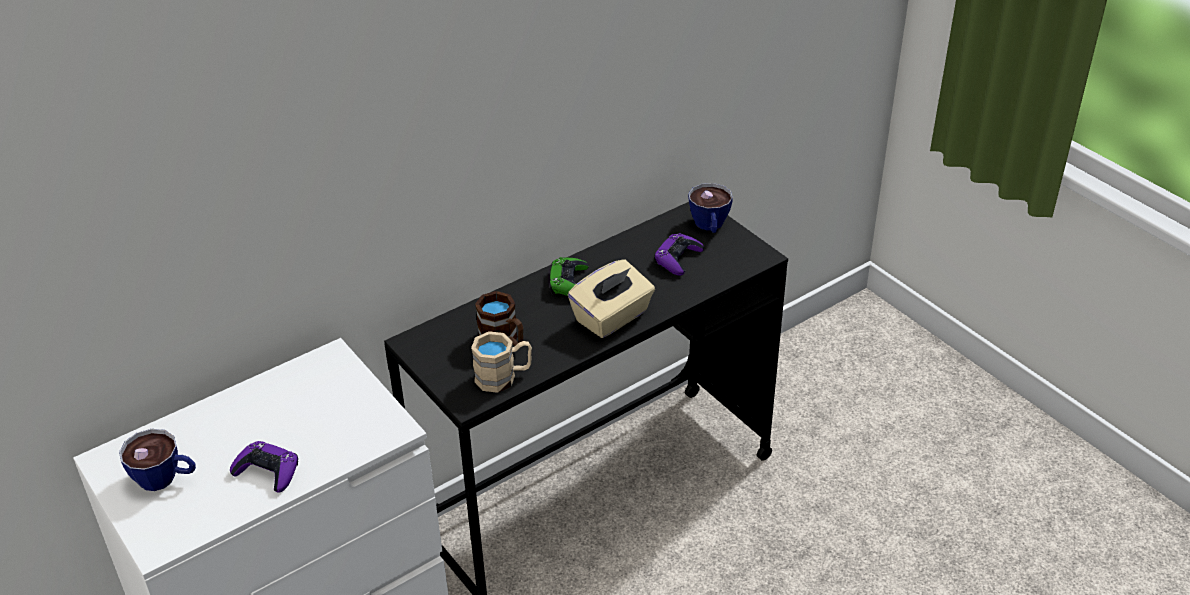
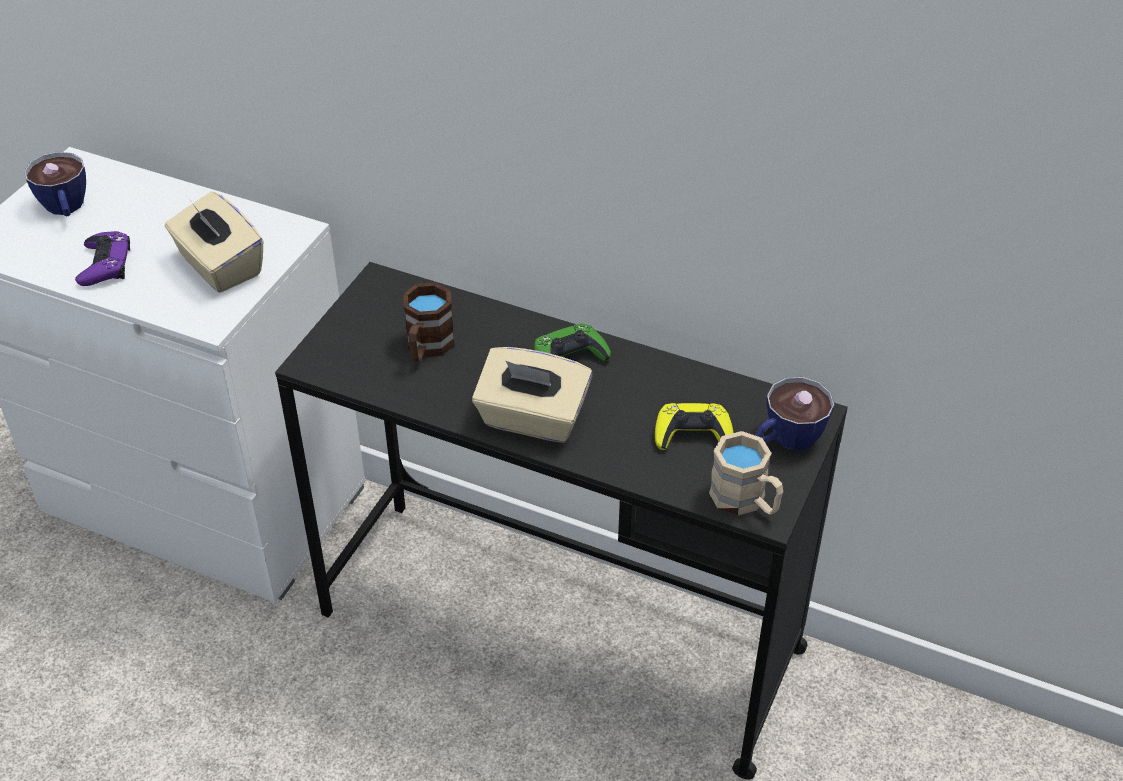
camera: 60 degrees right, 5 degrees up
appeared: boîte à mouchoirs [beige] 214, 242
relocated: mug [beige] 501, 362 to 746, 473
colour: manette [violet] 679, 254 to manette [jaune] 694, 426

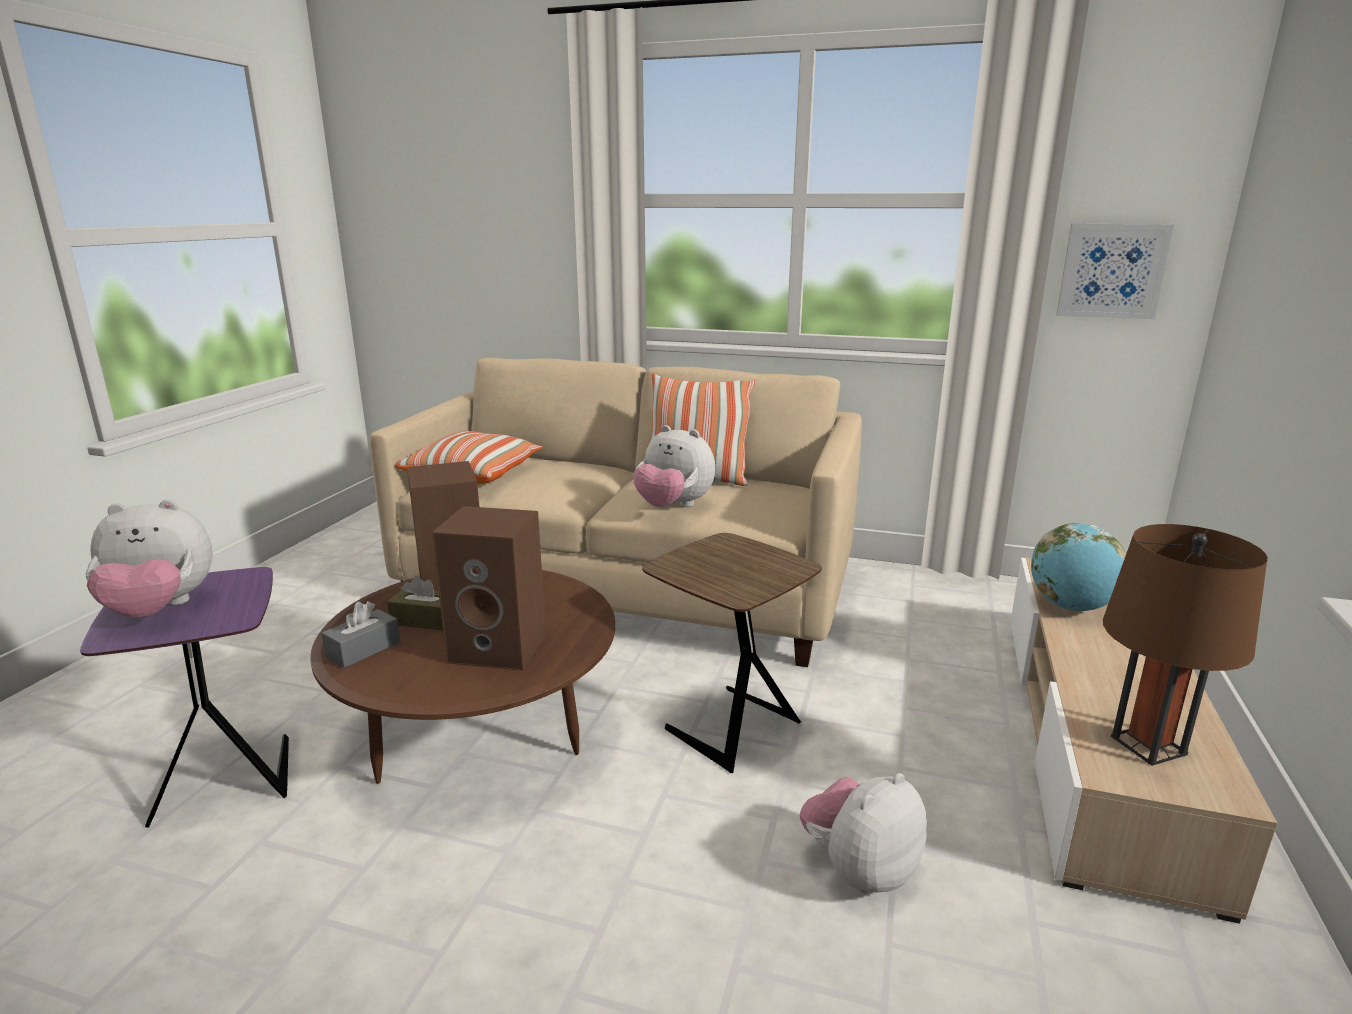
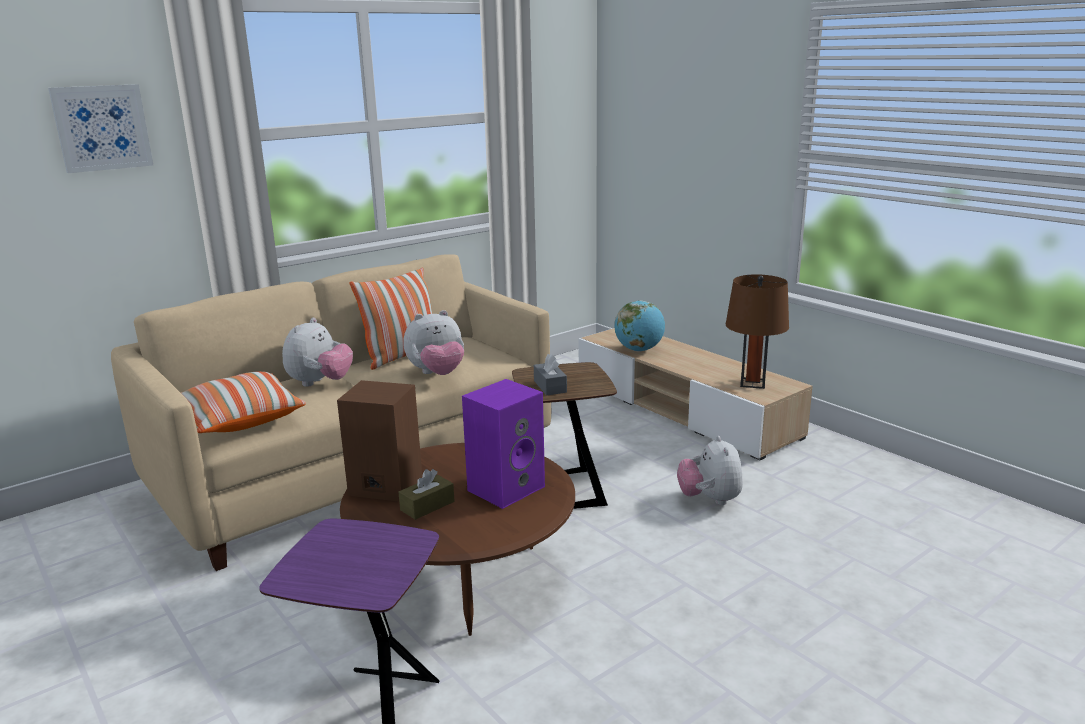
camera: 55 degrees left, 0 degrees up
relocated: peluche 149, 558 to 317, 352; boîte à mouchoirs [gris] 360, 634 to 550, 375; tableau 1115, 271 to 100, 128
colour: enceinte [marron] 489, 588 to enceinte [violet] 503, 444

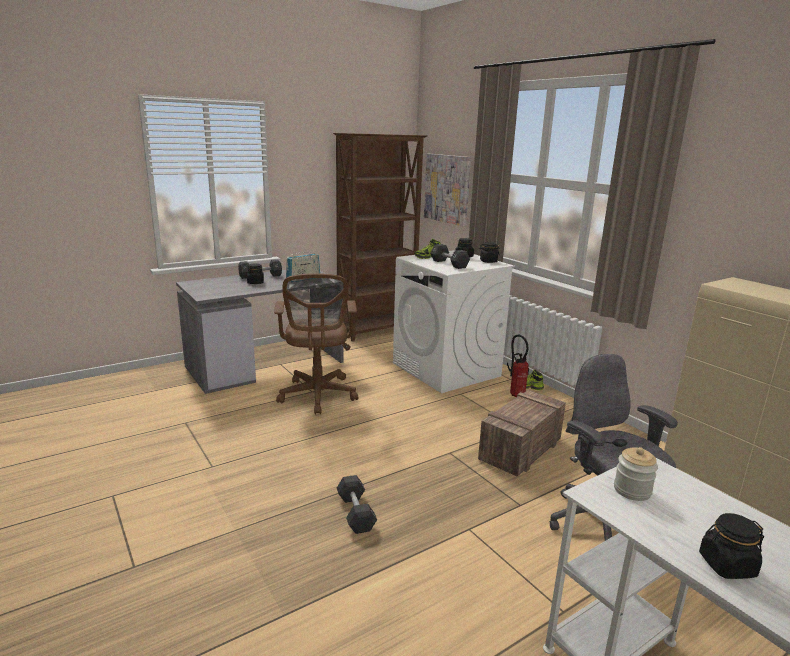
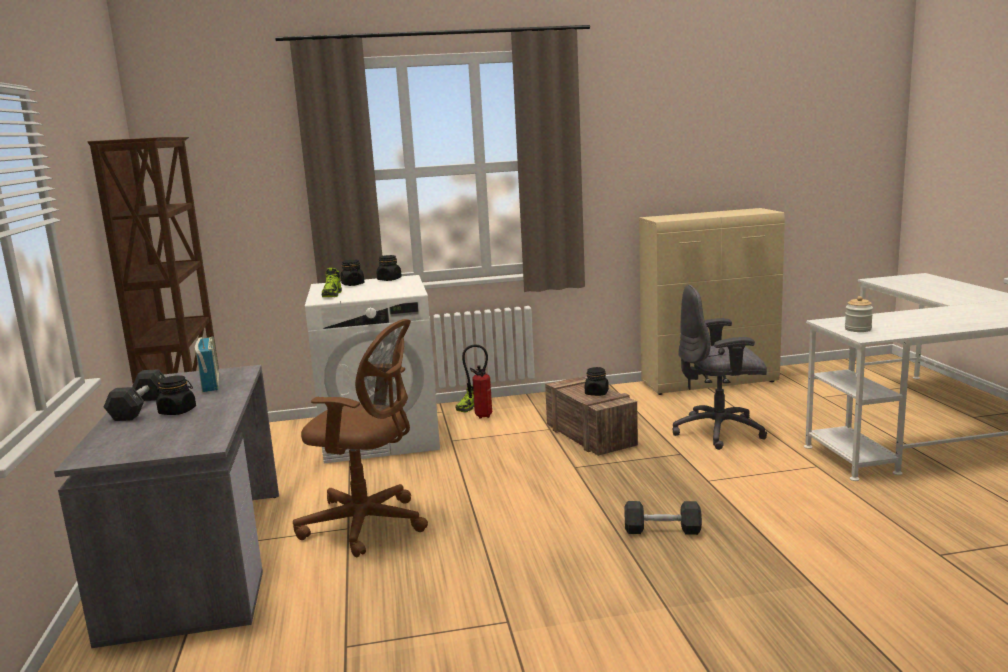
camera: 65 degrees left, 5 degrees down
missing: tableau 447, 190; haltère [noir] 450, 256
relocated: bocal [noir] 731, 546 to 597, 381

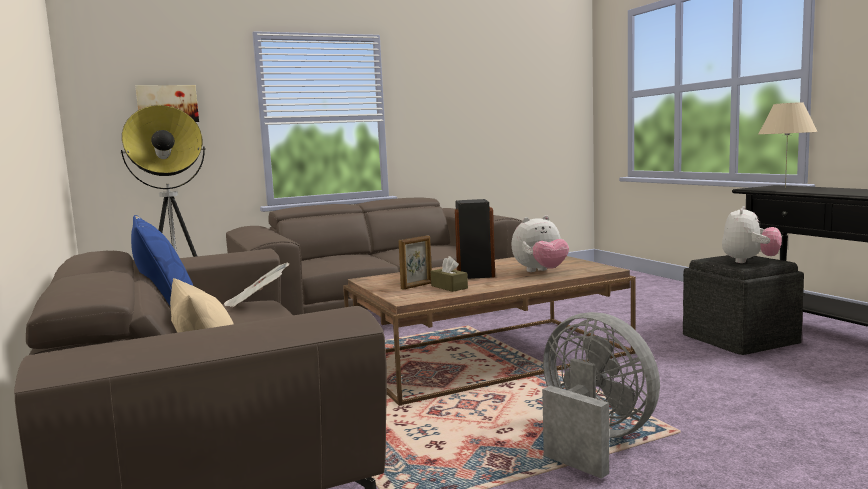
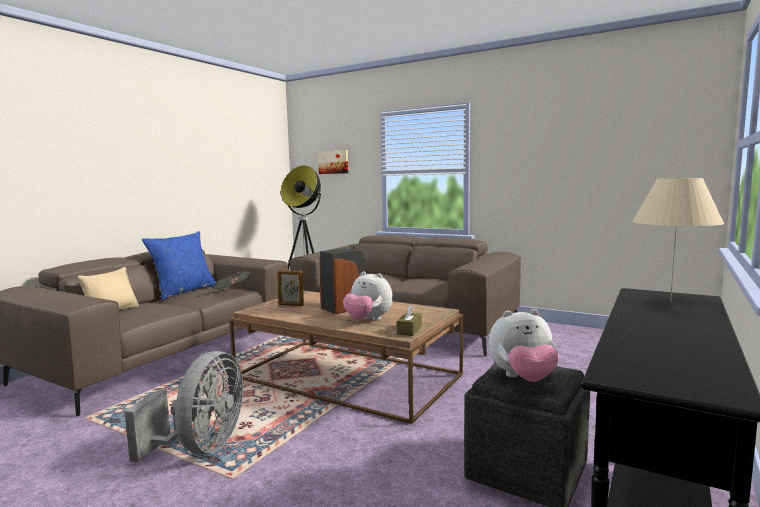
camera: 55 degrees right, 0 degrees up
relocated: boîte à mouchoirs [marron] 449, 274 to 409, 320

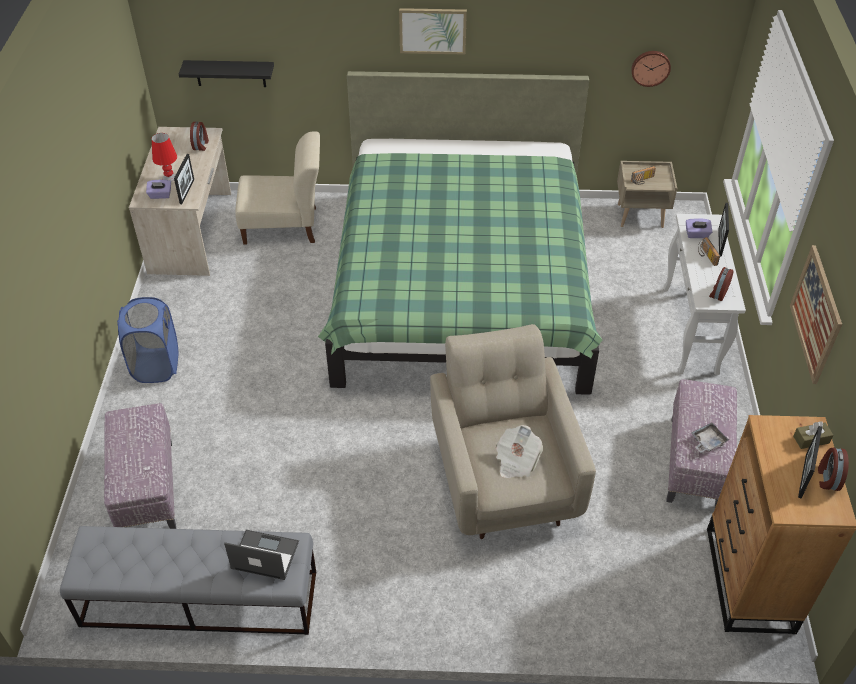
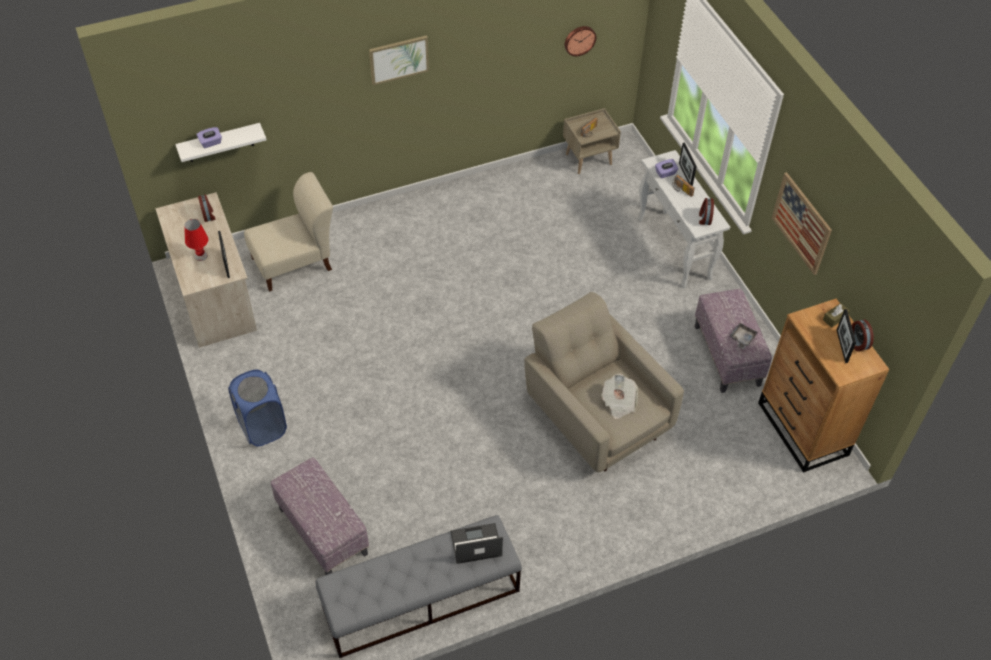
camera: 25 degrees left, 5 degrees up
missing: lit [vert] 460, 233
relocated: boîte à mouchoirs [violet] 158, 189 to 209, 137
colour: étagère [noir] 226, 73 to étagère [blanc] 221, 142

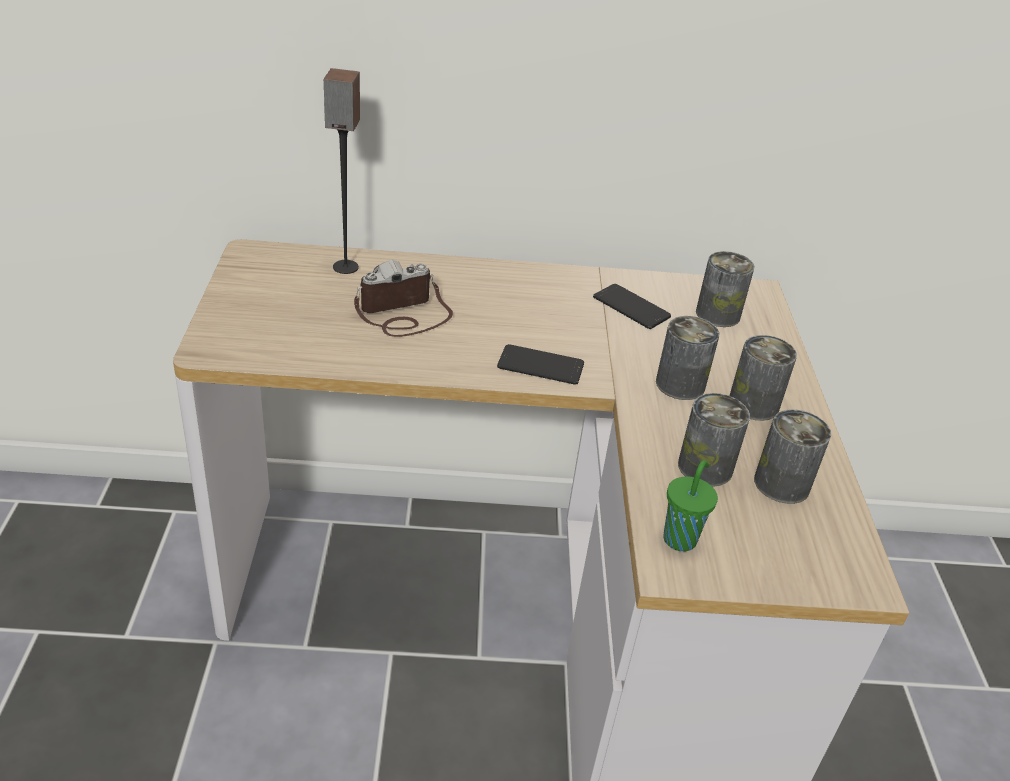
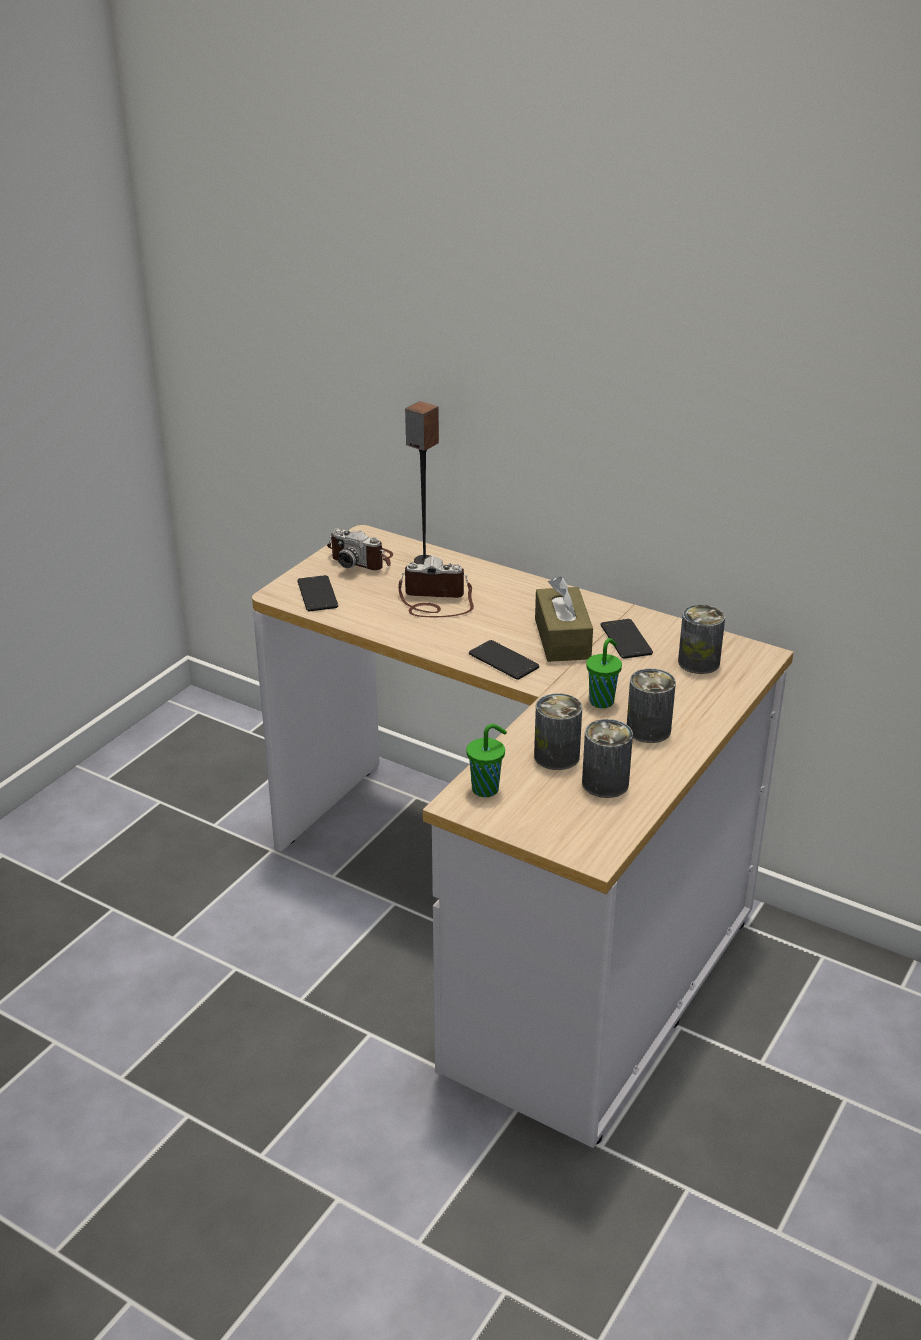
camera: 35 degrees right, 5 degrees down
appeared: téléphone 317, 593; appareil photo 360, 549; boîte à mouchoirs [marron] 564, 619
exchanged: boîte métallique 687, 358 to tasse [vert] 604, 673

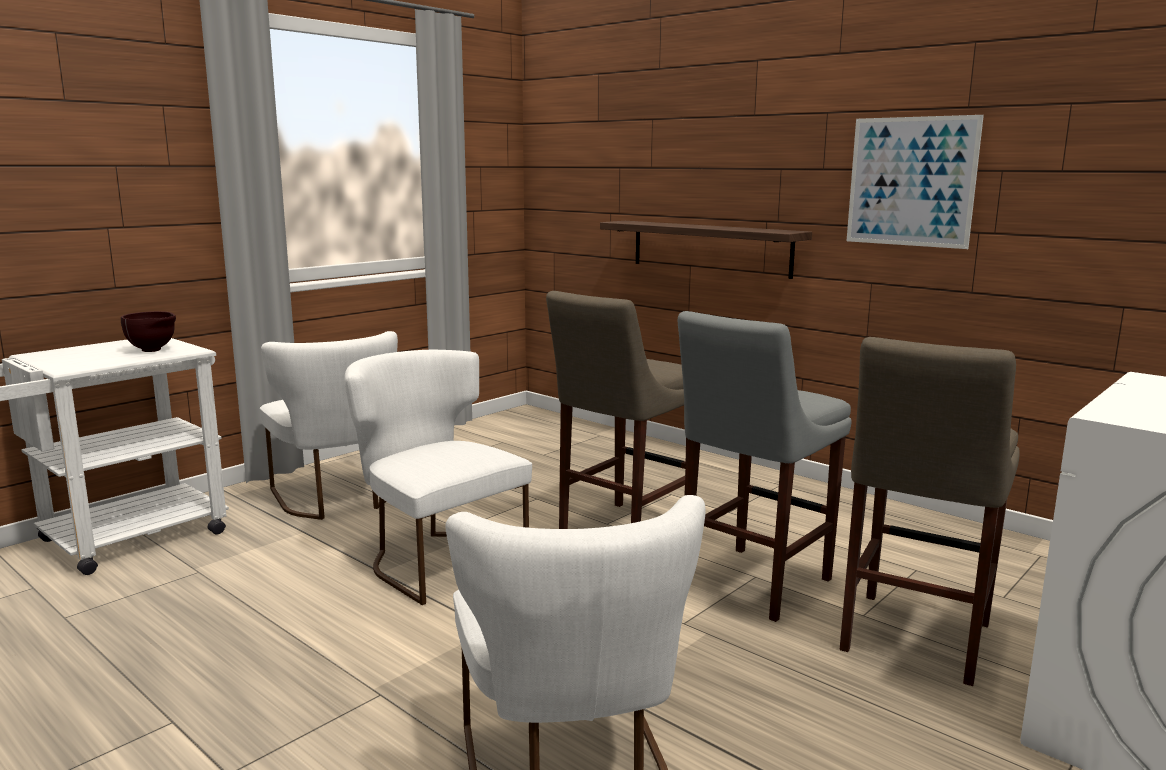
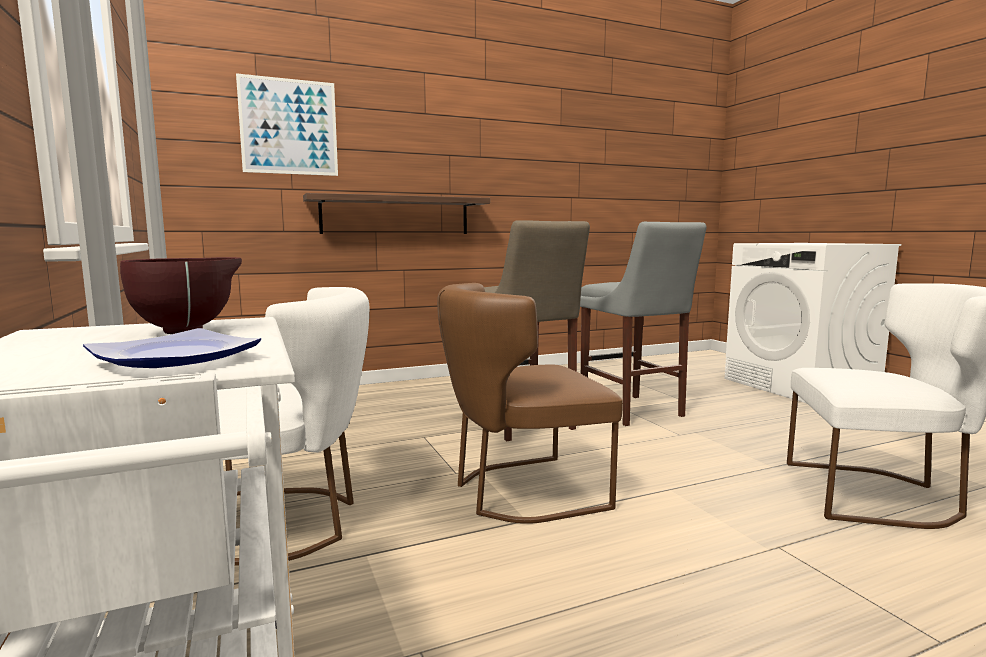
camera: 65 degrees left, 5 degrees down
missing: tabouret [beige] 930, 511
appeared: assiette 172, 348
relocated: tableau 915, 182 to 287, 124
colour: chaise [blanc] 438, 477 to chaise [marron] 530, 403

